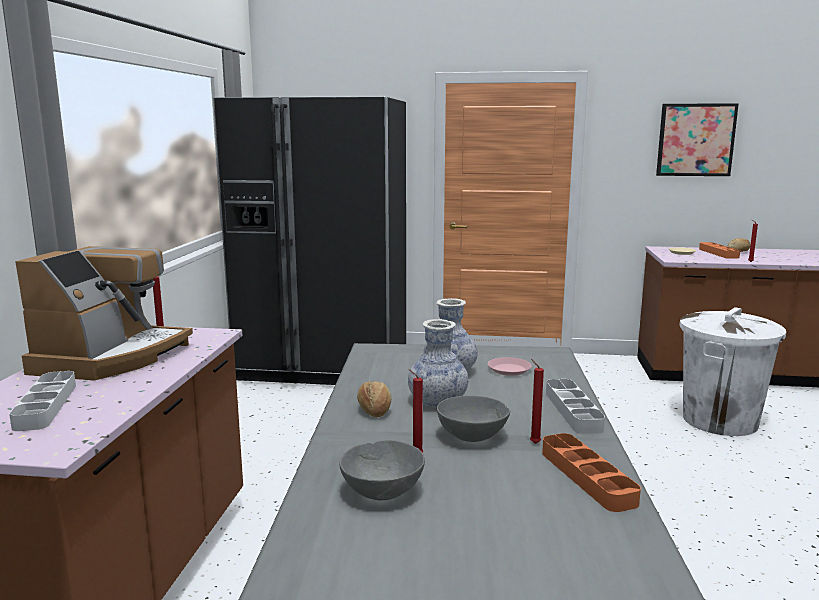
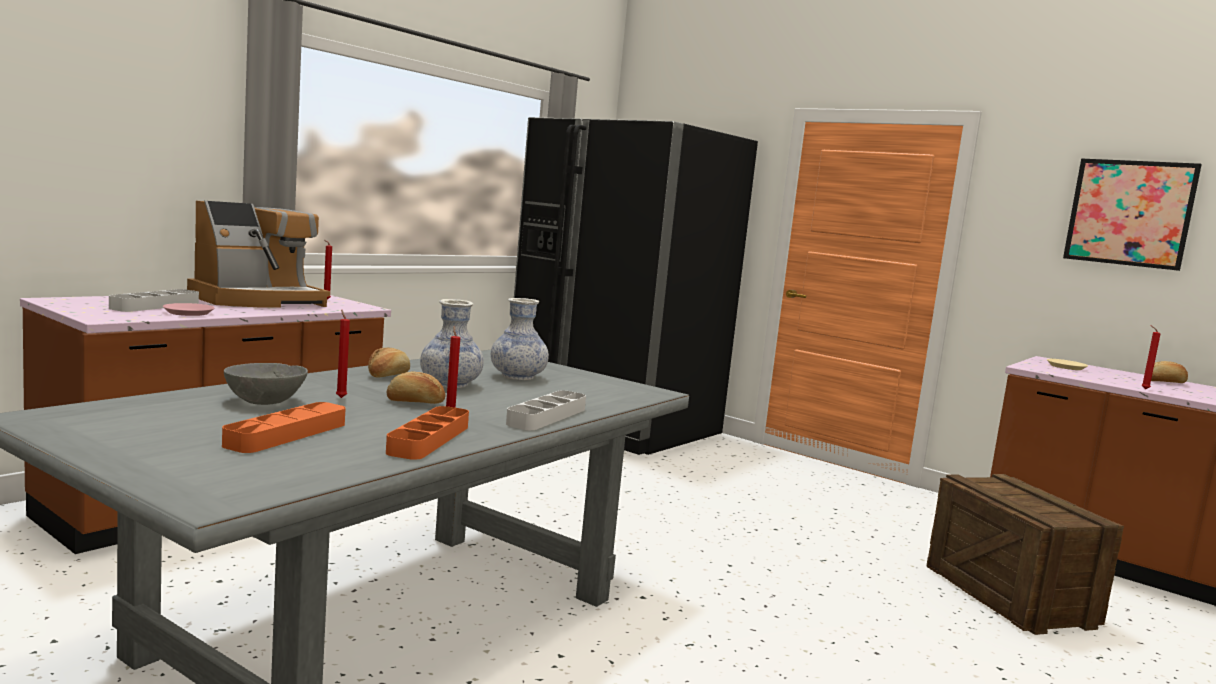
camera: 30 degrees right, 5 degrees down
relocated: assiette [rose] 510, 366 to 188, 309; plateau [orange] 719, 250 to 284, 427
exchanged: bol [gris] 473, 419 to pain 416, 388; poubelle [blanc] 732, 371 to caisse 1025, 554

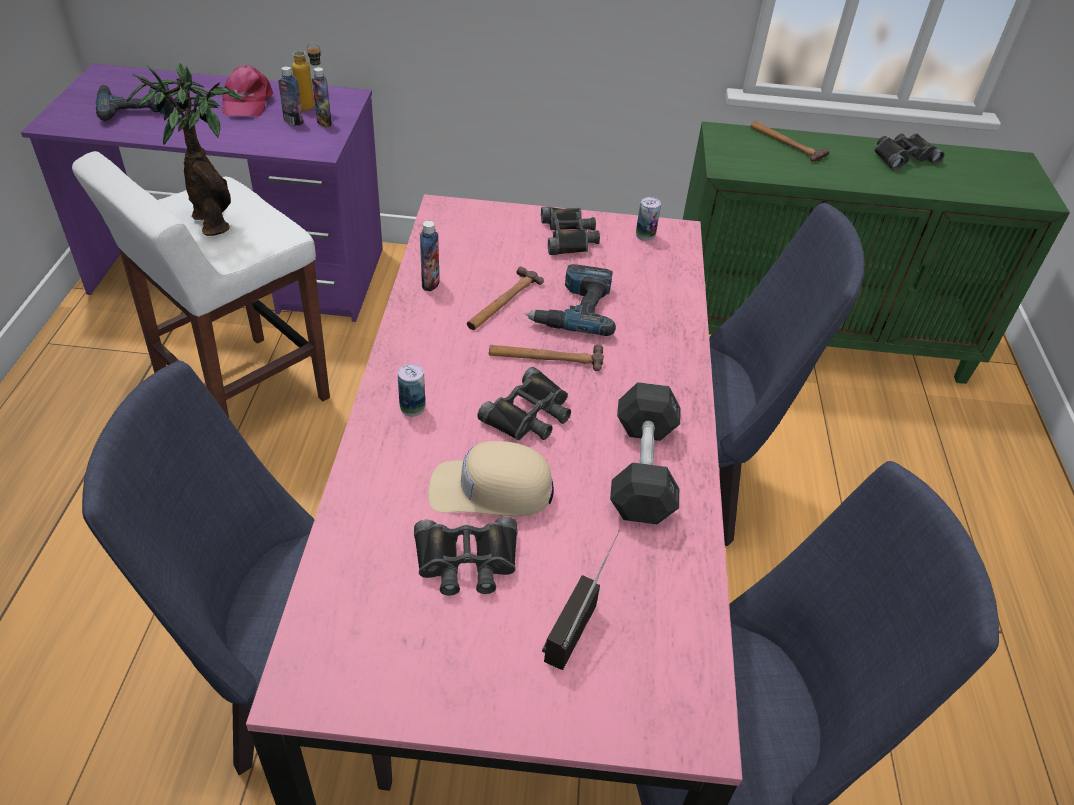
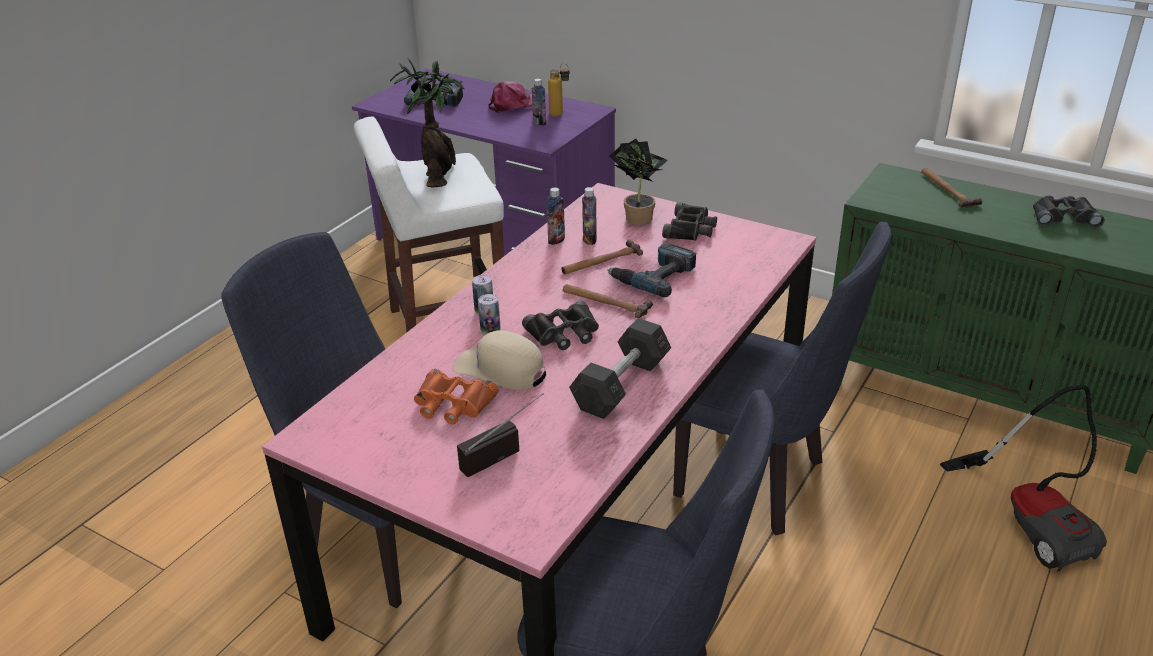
camera: 30 degrees right, 10 degrees down
appeared: plante en pot 638, 182; aspirateur 1023, 478
relocated: bouteille 322, 97 to 589, 216; boîte métallique 648, 219 to 489, 315
colour: jumelles [noir] 466, 556 to jumelles [orange] 456, 396
spun: casquette [rose] 247, 90 = 510, 97 135 degrees counterclockwise

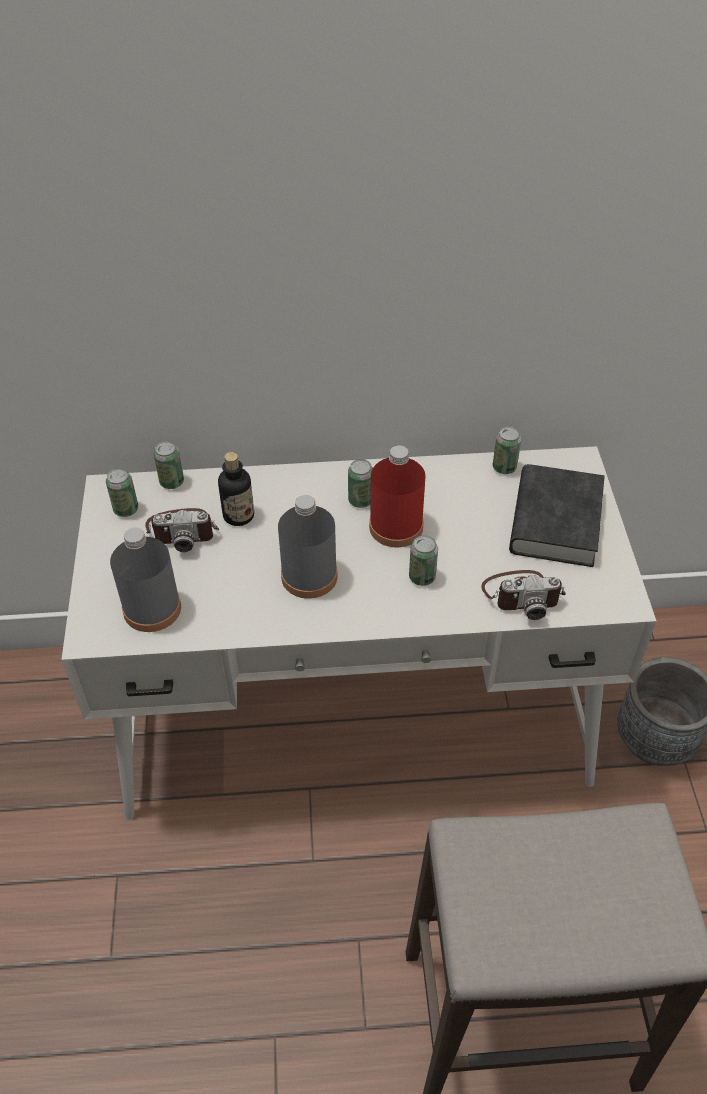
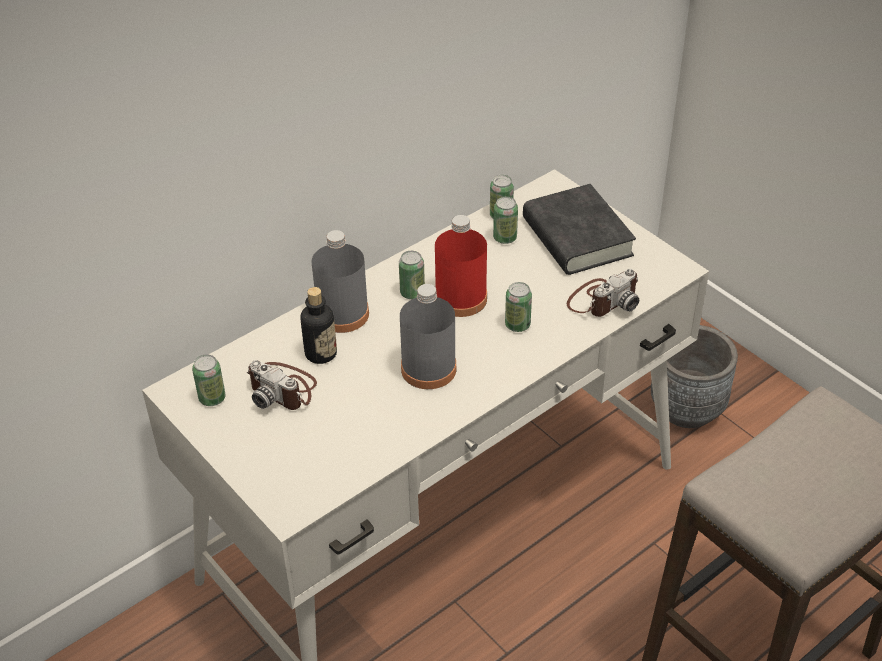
camera: 35 degrees left, 5 degrees down
relocated: bouteille [gris] 145, 580 to 340, 281; boîte métallique 169, 465 to 505, 220
spun: appareil photo 182, 530 = 282, 385 75 degrees clockwise

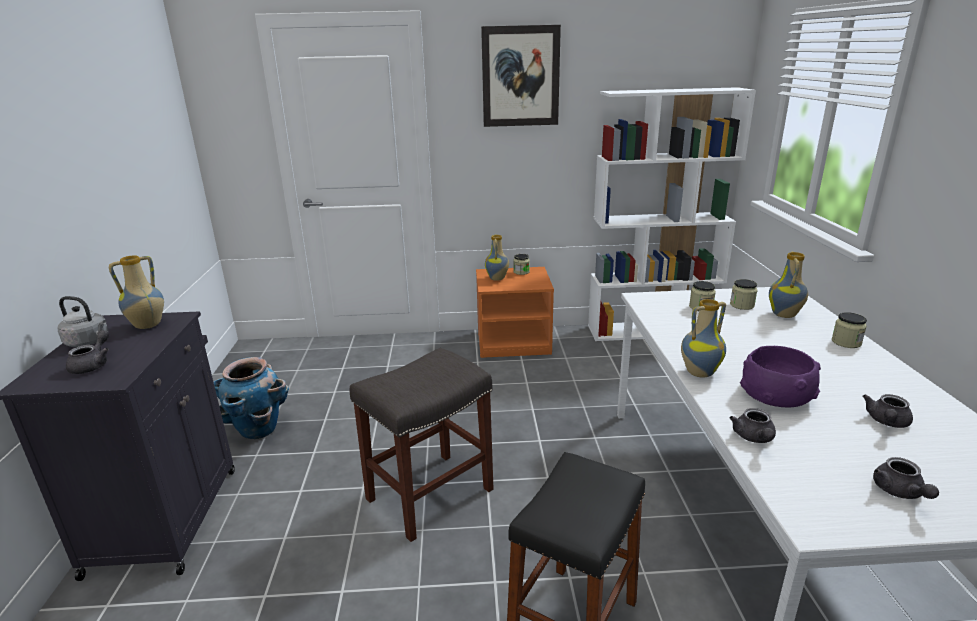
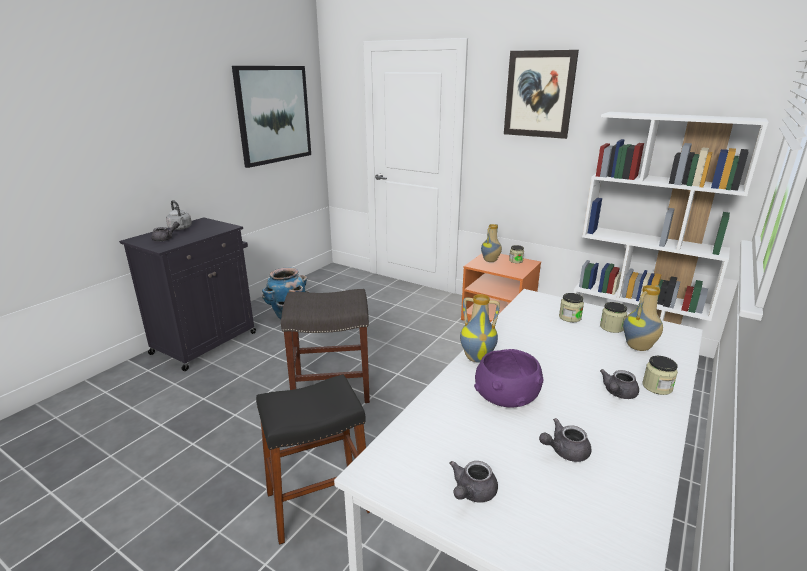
camera: 35 degrees right, 0 degrees up
missing: vase 136, 292
appeared: tableau 271, 117
relocated: théière [gris] 753, 425 to 619, 384

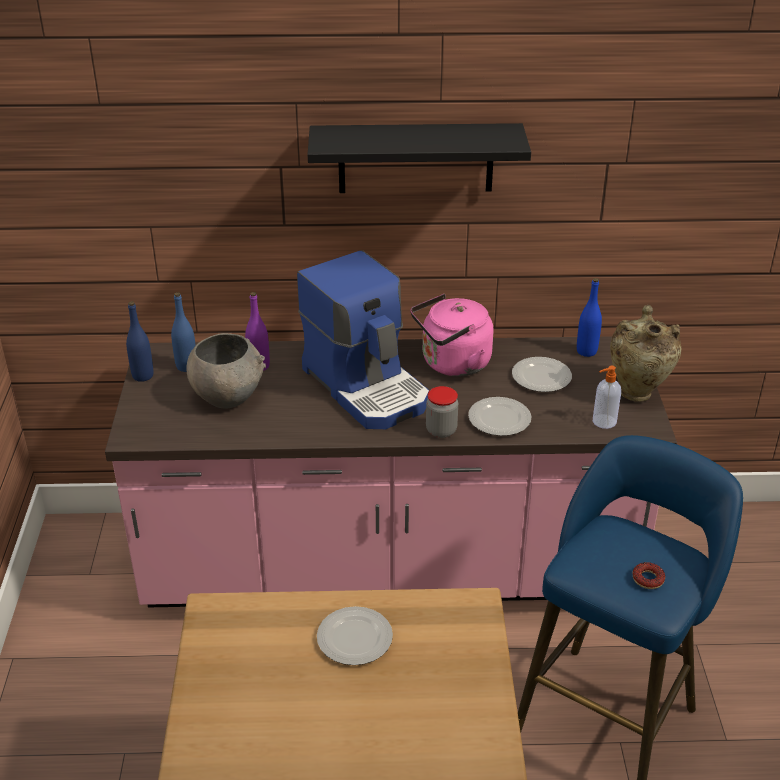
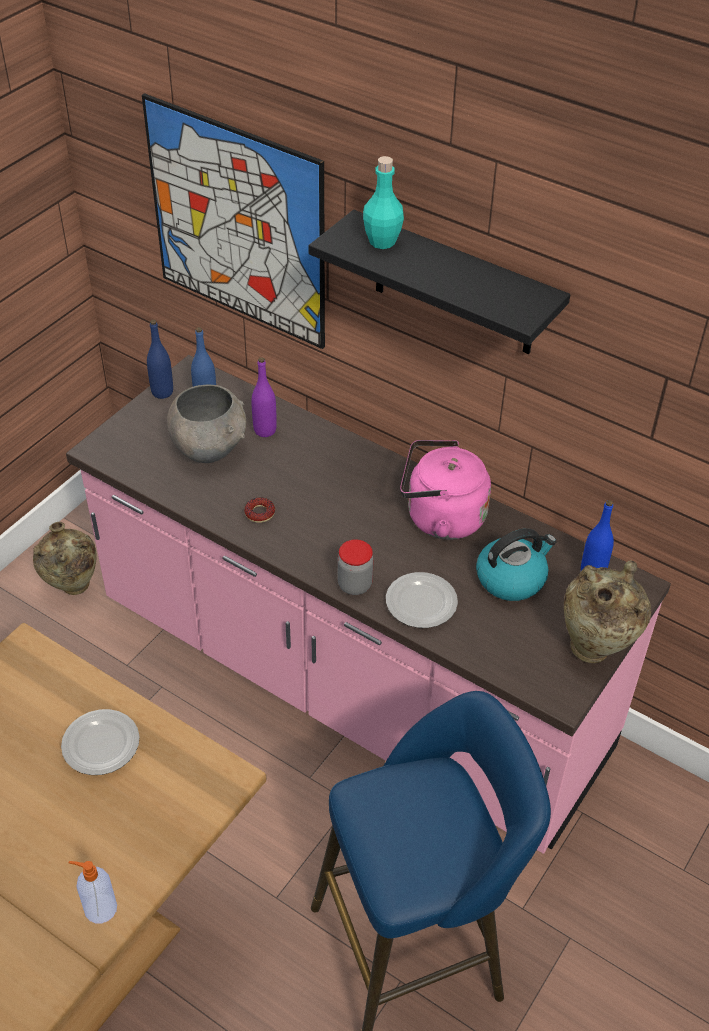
camera: 35 degrees right, 10 degrees up
missing: machine à café 363, 339
appeared: vase [beige] 65, 558; tableau 233, 221; bouteille [turquoise] 383, 202
relocated: distributeur de savon 607, 397 to 92, 892; beignet 649, 575 to 259, 510
exchanged: assiette 542, 374 to bouilloire 516, 564

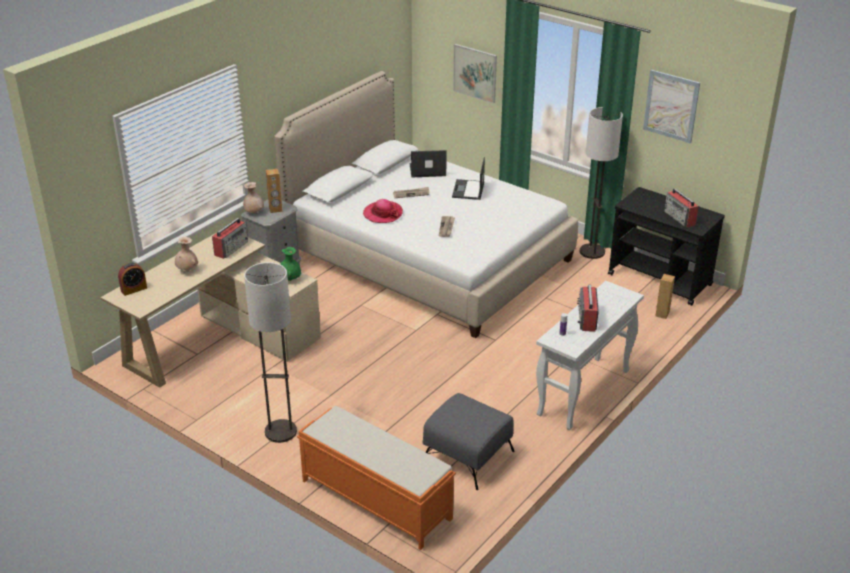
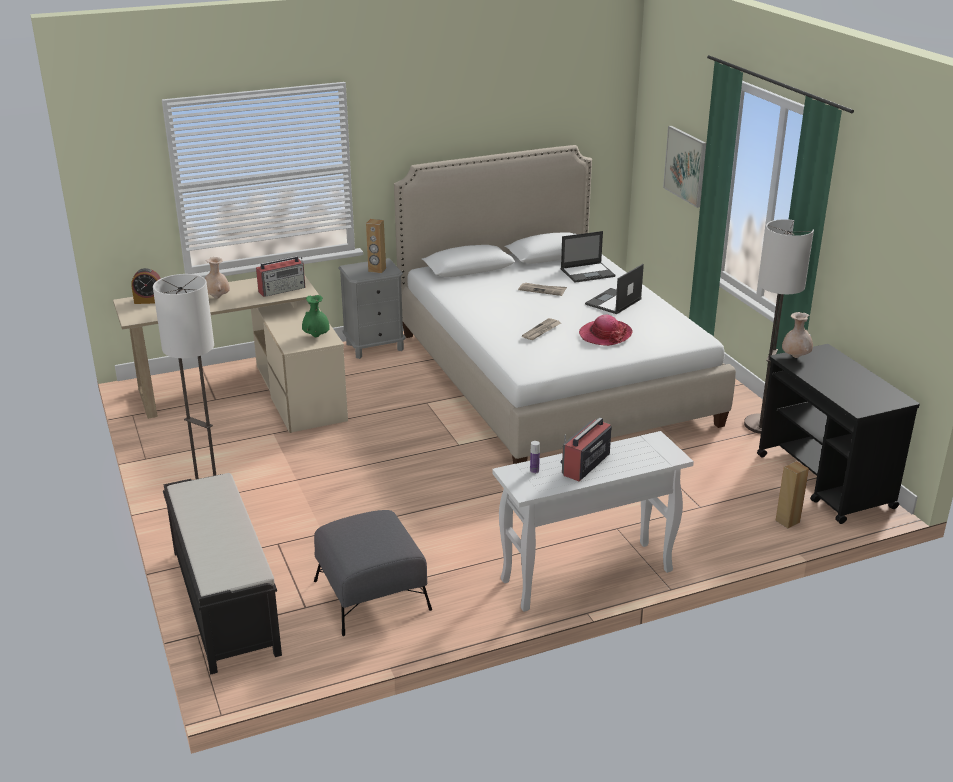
camera: 30 degrees right, 5 degrees down
missing: tableau 671, 106; radio 681, 208
relocated: vase [beige] 253, 197 to 797, 335; chapeau 383, 211 to 605, 330
colour: banc [orange] 376, 478 to banc [noir] 222, 574
spun: ordinateur portable 428, 163 = 588, 257 135 degrees clockwise

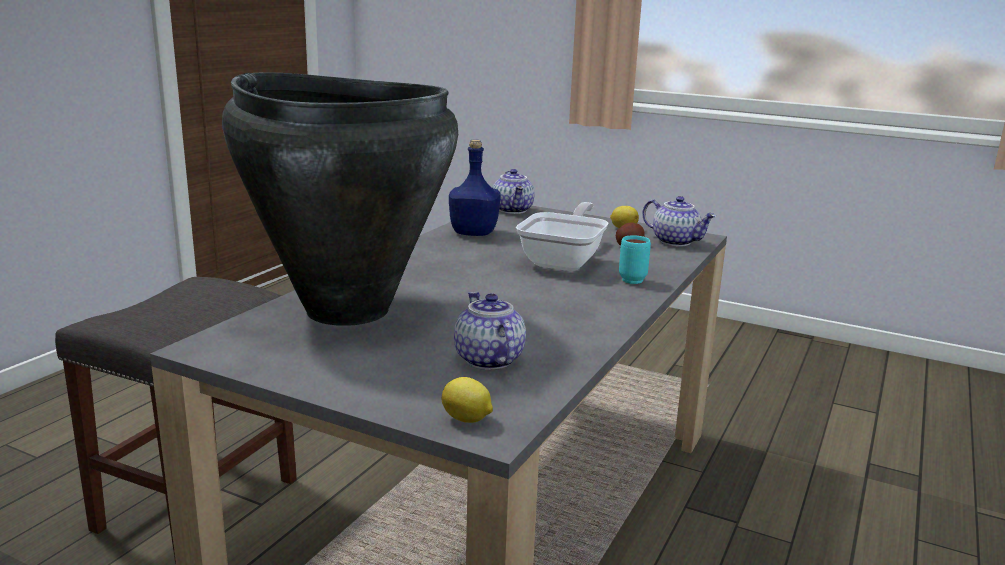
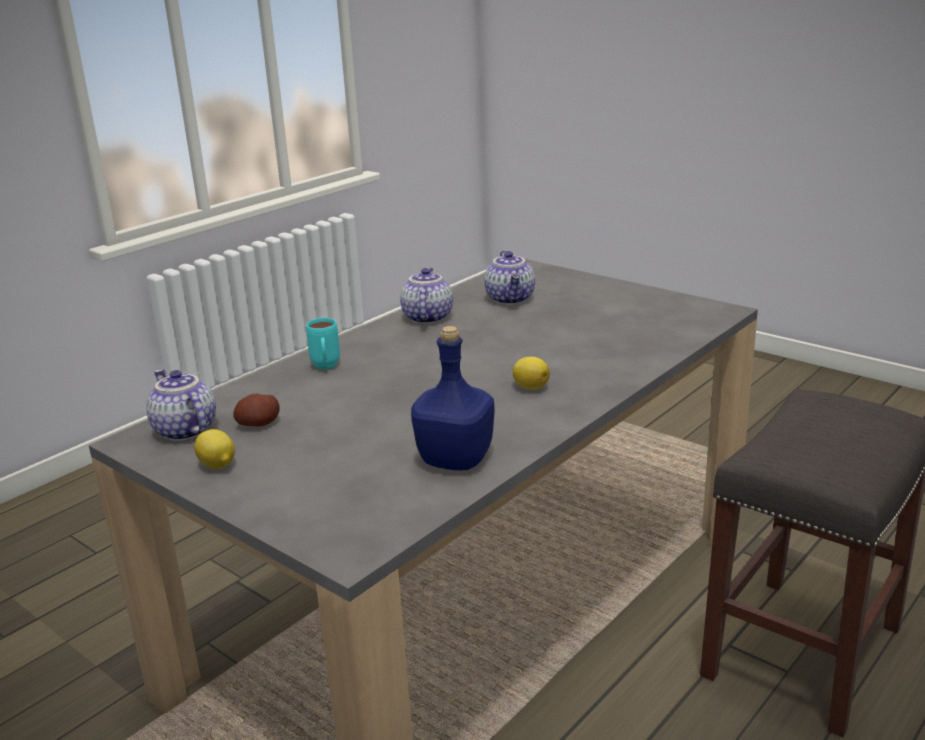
camera: 165 degrees left, 5 degrees up
missing: vase [noir] 340, 199; poêle 562, 236
relocated: citron 467, 400 to 531, 373; théière 513, 191 to 426, 296

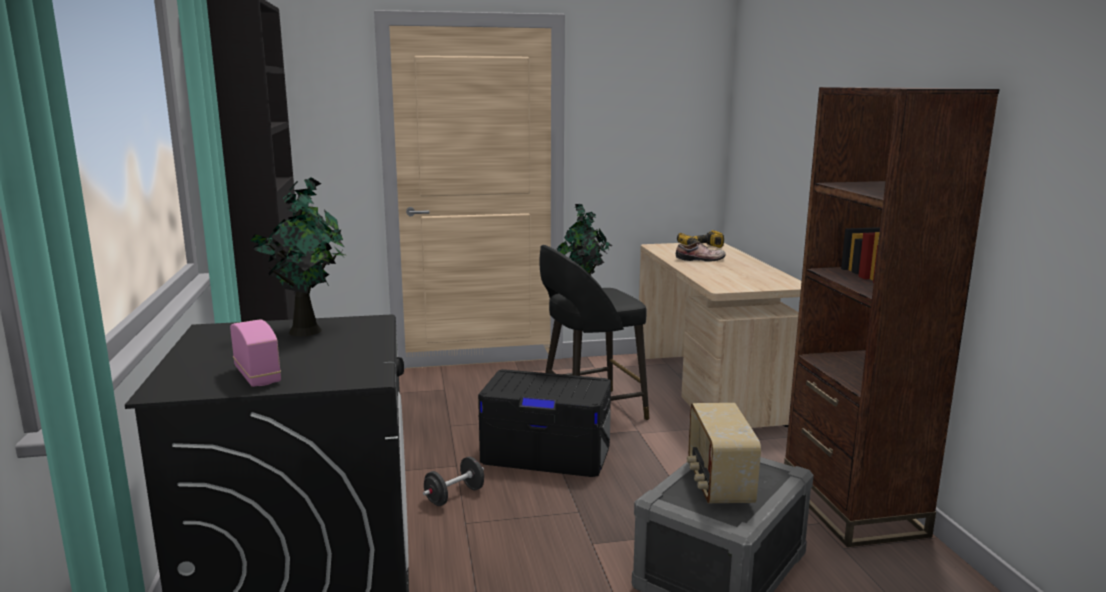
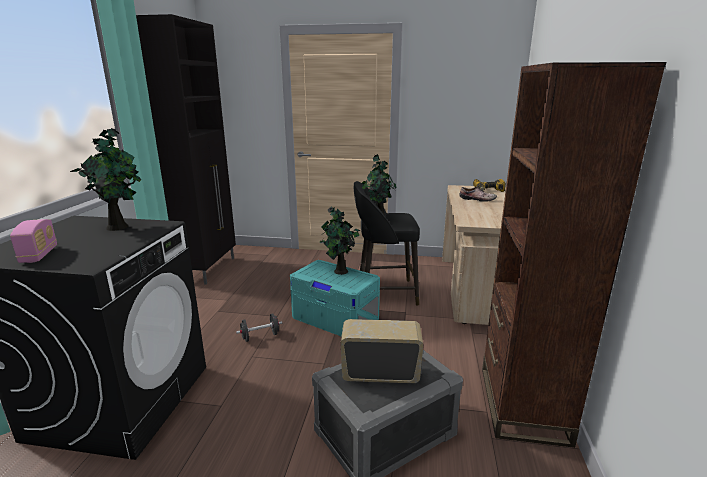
camera: 20 degrees right, 5 degrees up
appeared: plante en pot 340, 241
colour: boîte de rangement [noir] 544, 423 to boîte de rangement [turquoise] 335, 298
spun: radio 724, 453 = 382, 351 75 degrees clockwise

